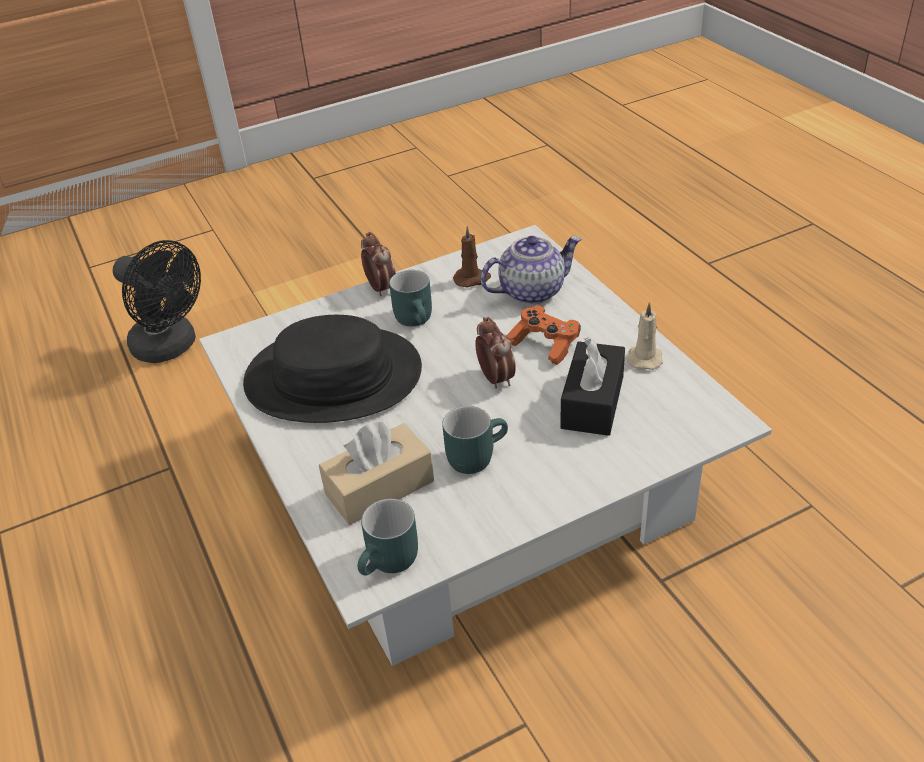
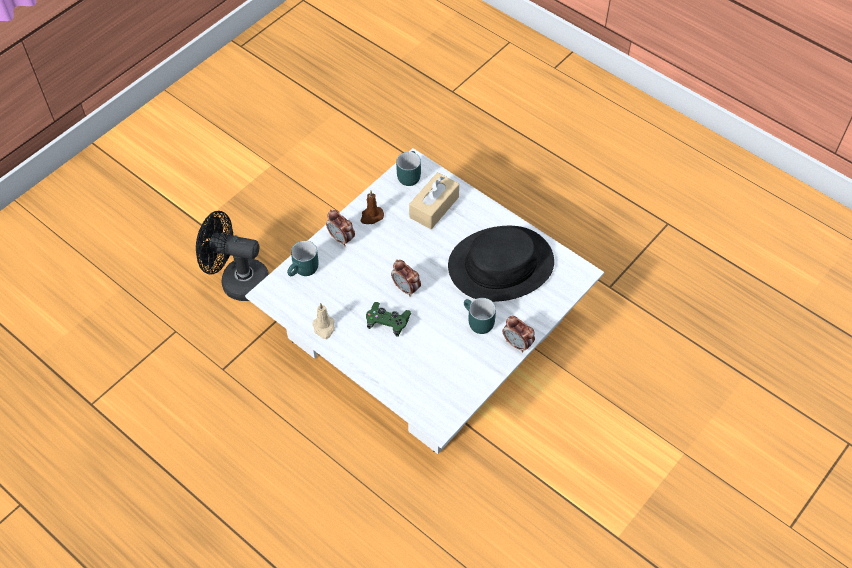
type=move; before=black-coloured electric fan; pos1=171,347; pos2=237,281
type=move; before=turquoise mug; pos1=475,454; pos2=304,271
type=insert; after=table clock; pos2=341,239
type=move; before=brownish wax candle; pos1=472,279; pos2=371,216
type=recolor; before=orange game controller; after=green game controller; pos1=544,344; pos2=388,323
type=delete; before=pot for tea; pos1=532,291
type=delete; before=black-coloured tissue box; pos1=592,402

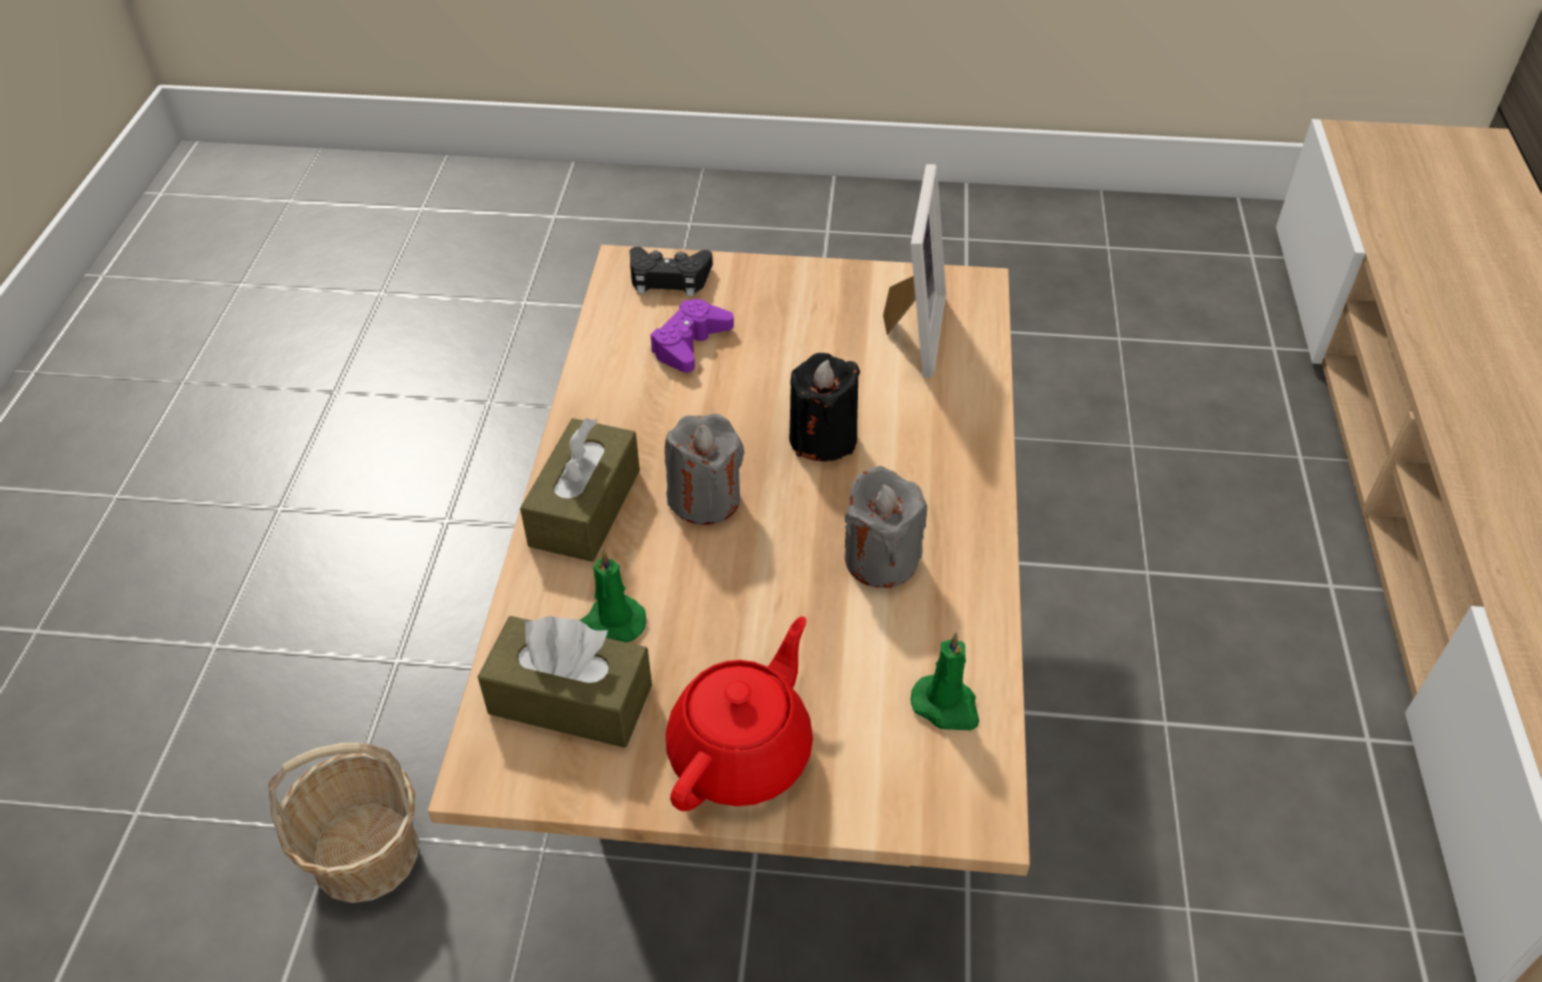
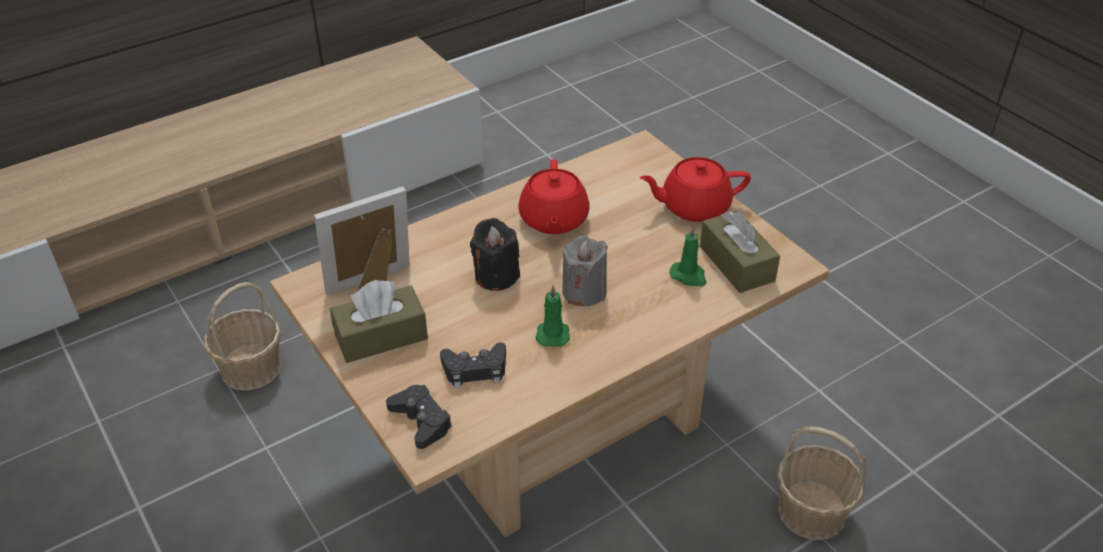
type=insert; after=household basket; pos2=250,368
type=move; before=brownish tissue box; pos1=585,507; pos2=381,336
type=recolor; before=purple game controller; after=black-coloured game controller; pos1=690,343; pos2=475,370
type=replace; before=greyish wax candle; after=reddish pot for tea; pos1=881,559; pos2=553,220
type=move; before=green wax candle; pos1=946,706; pos2=553,333

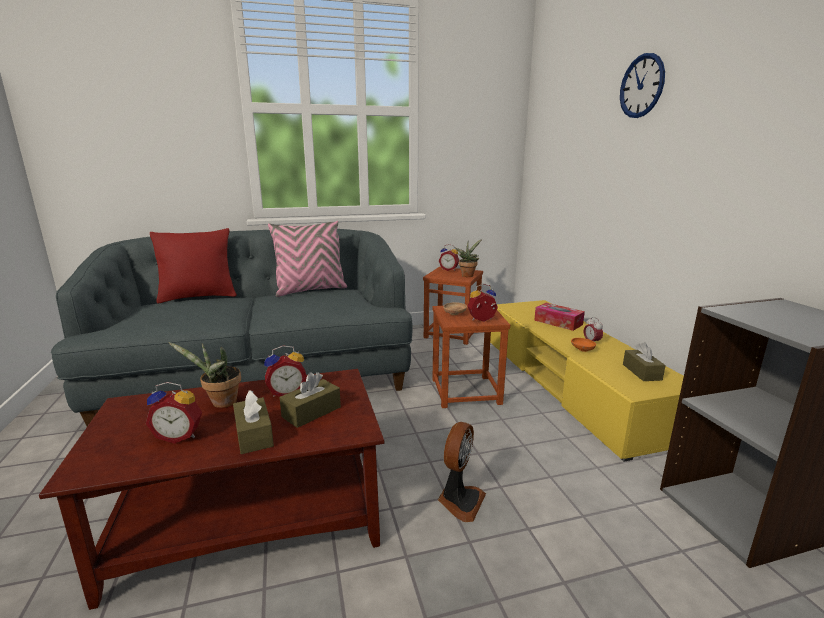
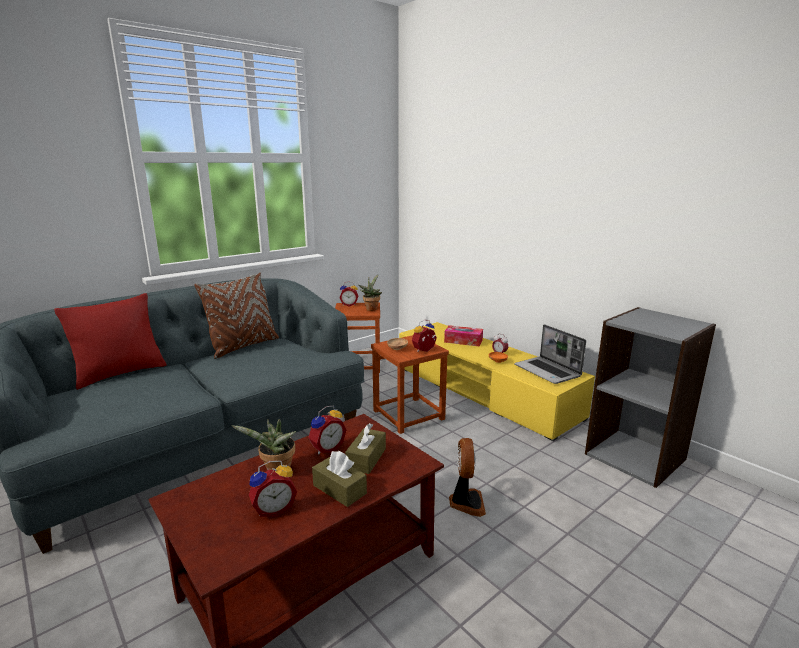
type=recolor; before=pink-coloured cushion; after=brownish cushion; pos1=310,290; pos2=243,346
type=replace; before=brownish tissue box; after=laptop; pos1=641,372; pos2=548,371
type=delete; before=wall clock; pos1=642,86

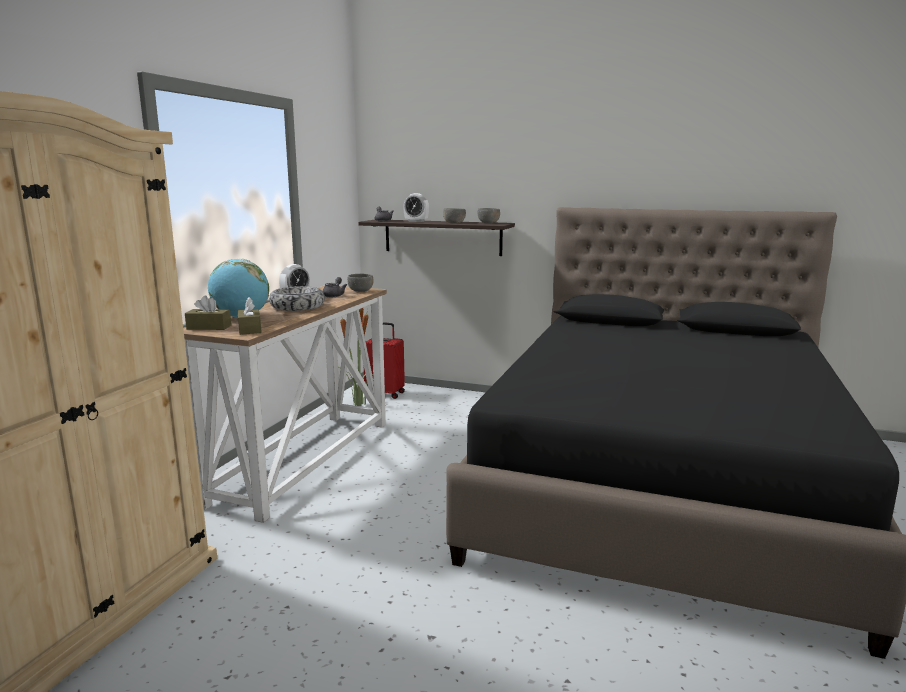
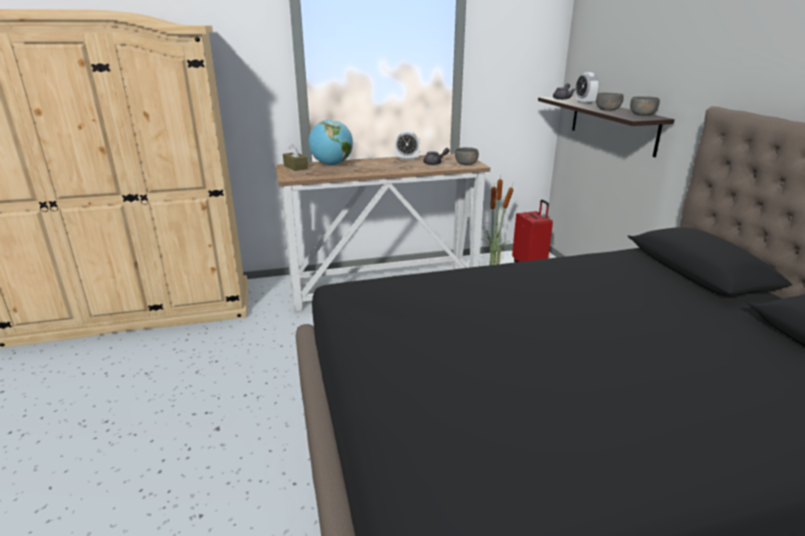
type=delete; before=brownish tissue box; pos1=250,329
type=delete; before=deep dish; pos1=297,307

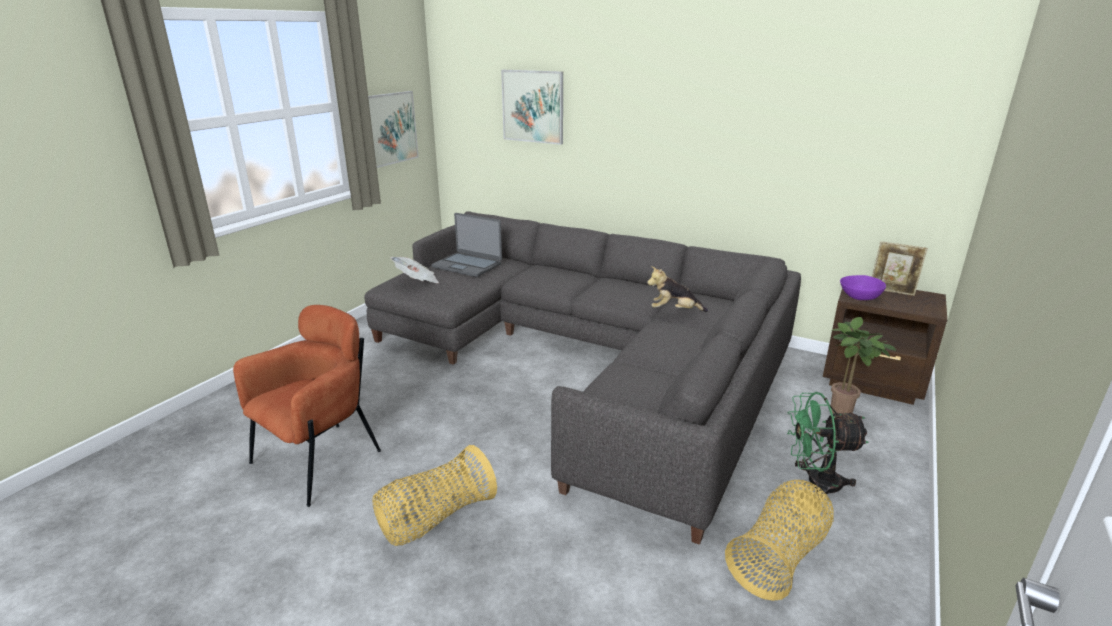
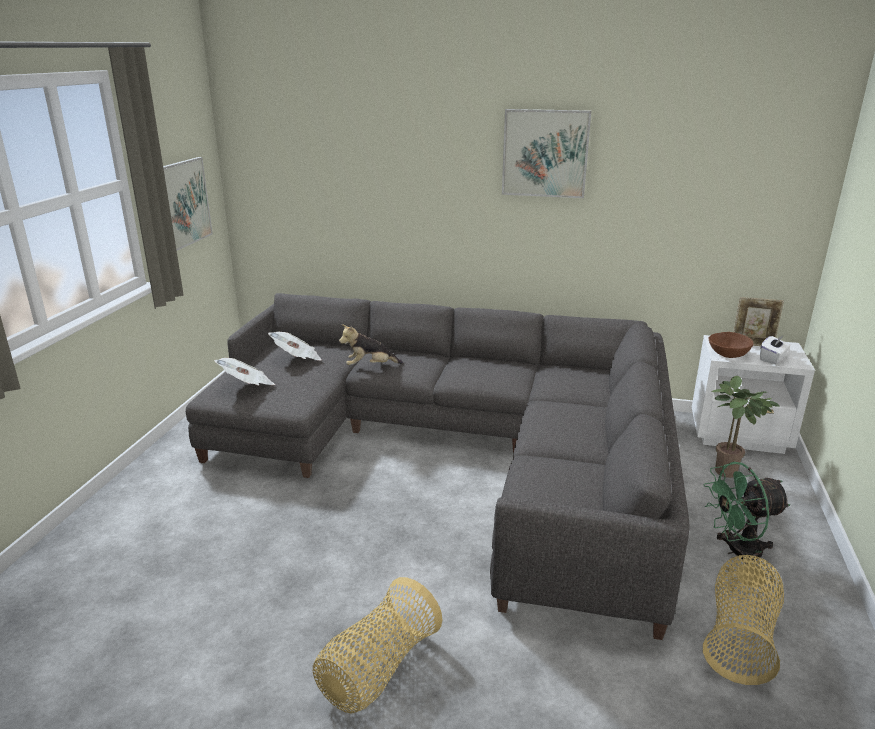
type=replace; before=laptop; after=newspaper; pos1=467,265; pos2=297,358
type=move; before=cuddly toy; pos1=674,311; pos2=370,366
type=move; before=wall picture; pos1=533,106; pos2=545,153
type=recolor; before=brownish night table; after=white-coloured night table; pos1=873,383; pos2=740,436
type=recolor; before=purple deep dish; after=brownish deep dish; pos1=859,297; pos2=728,354
type=insert; after=white-coloured tissue box; pos2=772,359
type=delete; before=brownish easy chair; pos1=320,460

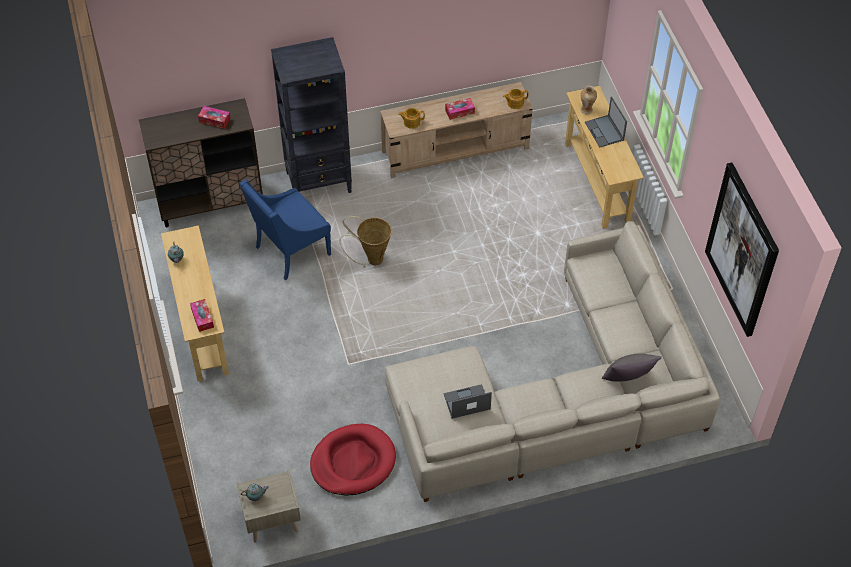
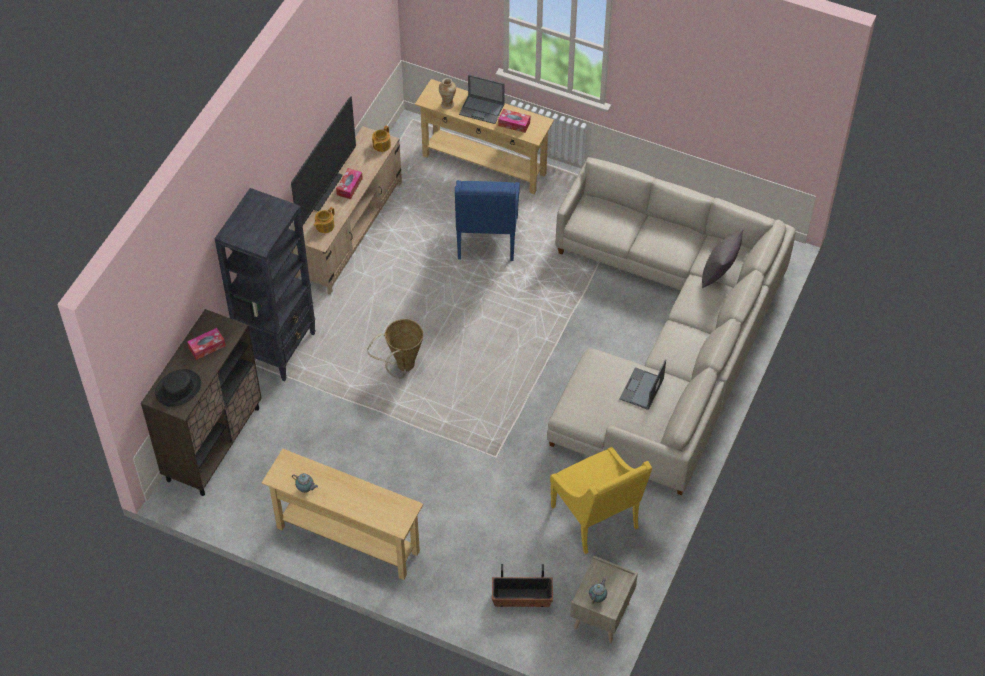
type=insert; after=black-coloured wearable hat; pos2=178,388
type=insert; after=television; pos2=326,191
type=move; before=blue-coloured easy chair; pos1=290,251; pos2=486,240
type=insert; after=planter; pos2=522,598
type=move; before=tissue box; pos1=202,318; pos2=514,124
type=replace; before=reddish pet bed; after=yellowish easy chair; pos1=353,462; pos2=597,519
type=delete; before=wall picture; pos1=742,250

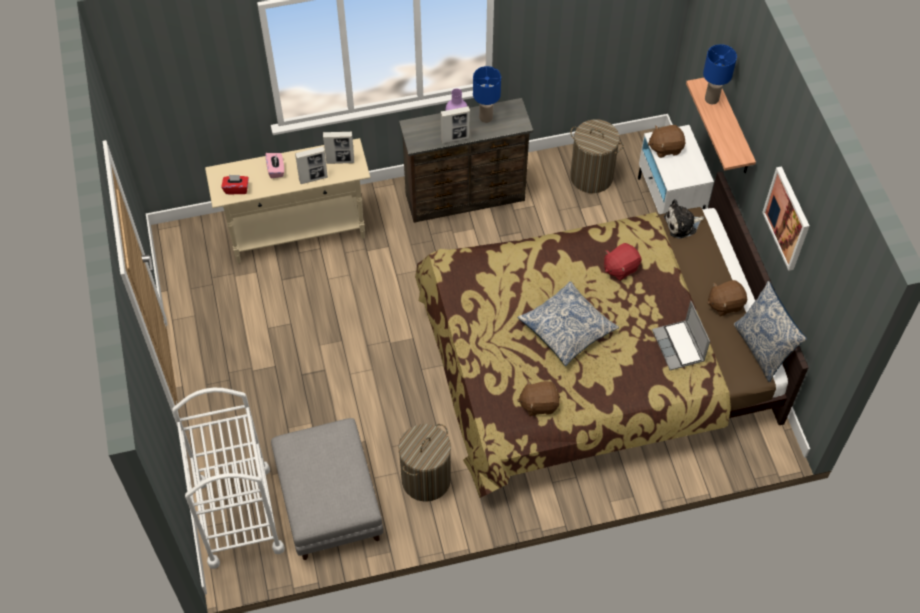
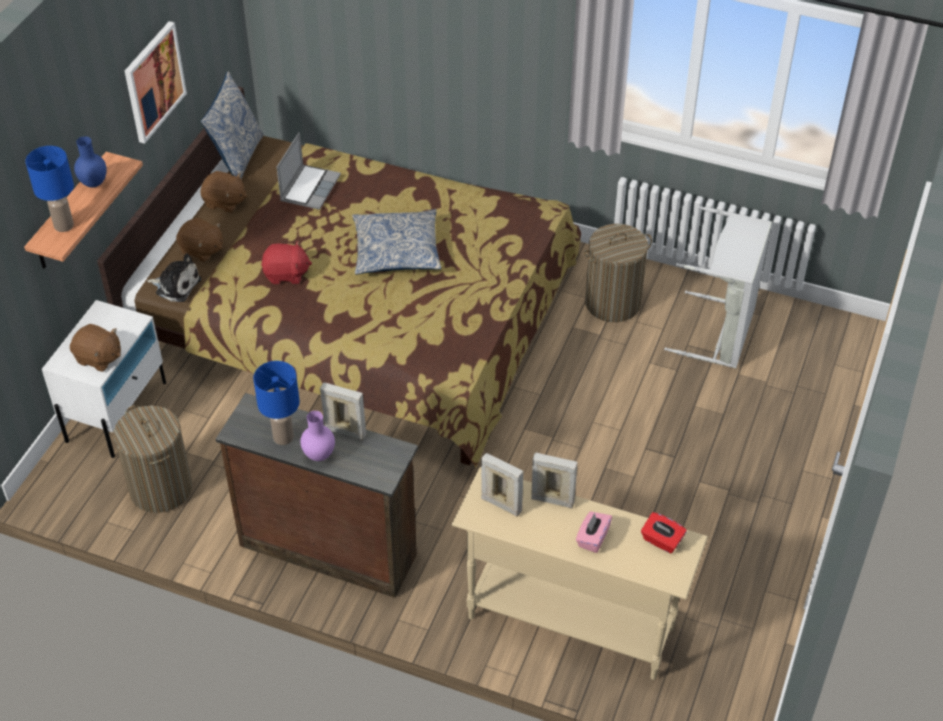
type=insert; after=blue-coloured decorative vase; pos2=93,184
type=move; before=brownish cuddly toy; pos1=539,404; pos2=202,250
type=replace; before=greyish ottoman; after=greyish washing basket; pos1=328,500; pos2=721,333
type=delete; before=white-coloured trolley; pos1=239,516

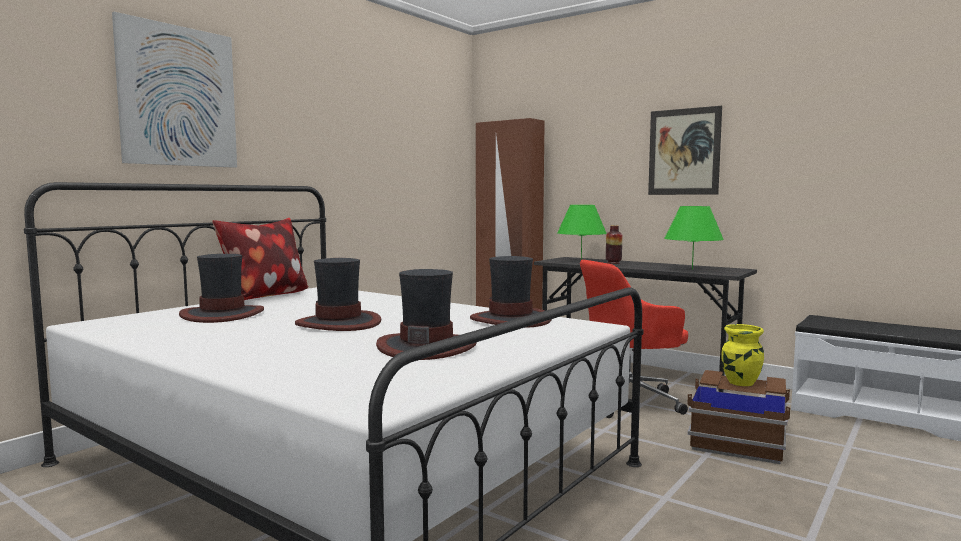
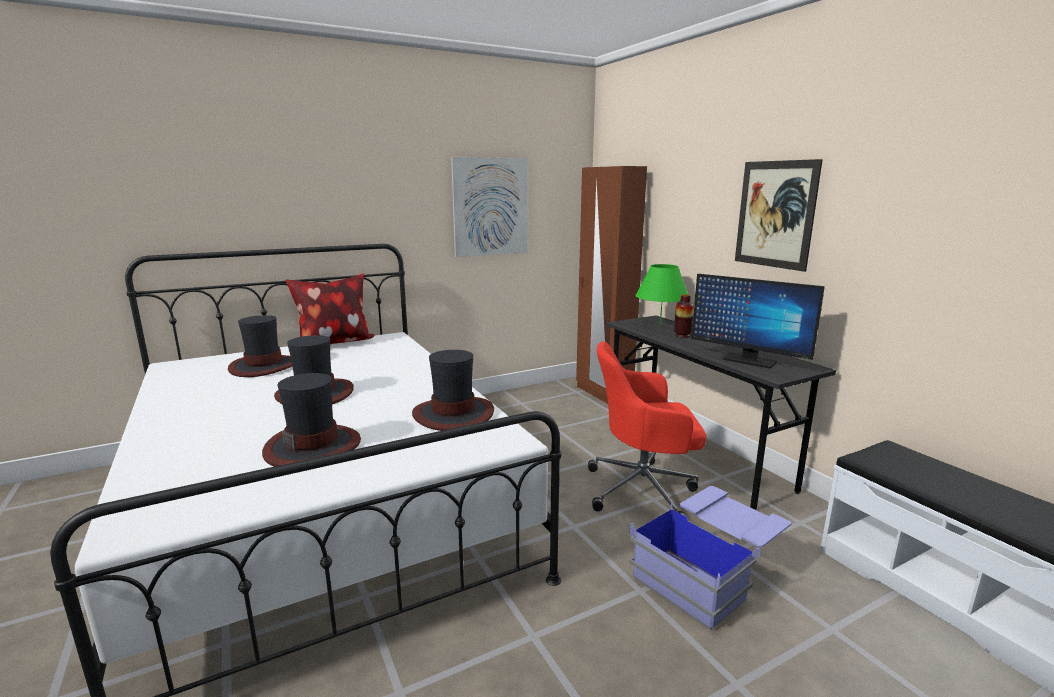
type=move; before=wall picture; pos1=178,96; pos2=490,207
type=recolor; before=brownish storage bin; after=blue-coloured storage bin; pos1=739,436; pos2=708,574
type=replace; before=green tabletop lamp; after=monitor; pos1=692,269; pos2=748,360
type=delete; before=yellowish decorative vase; pos1=740,383

